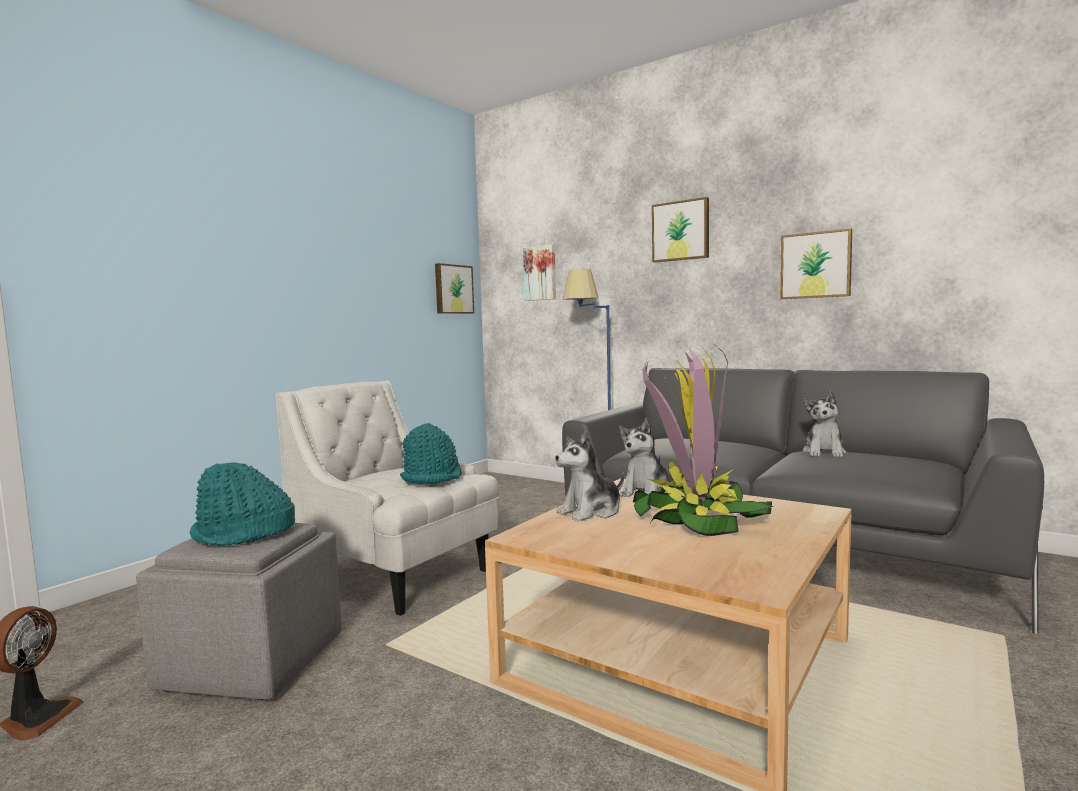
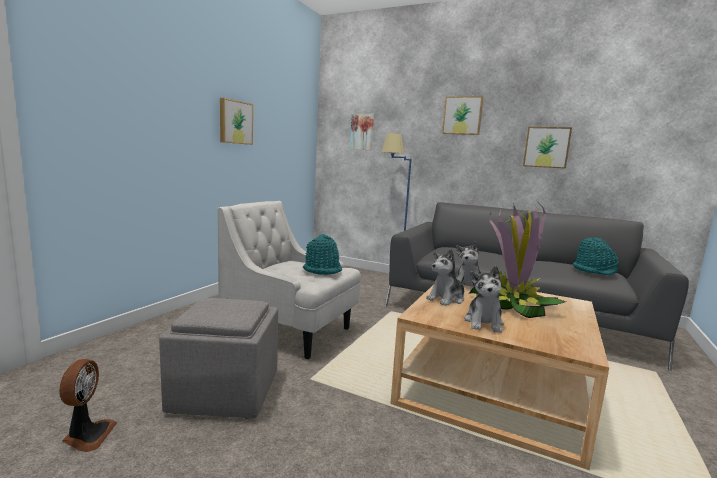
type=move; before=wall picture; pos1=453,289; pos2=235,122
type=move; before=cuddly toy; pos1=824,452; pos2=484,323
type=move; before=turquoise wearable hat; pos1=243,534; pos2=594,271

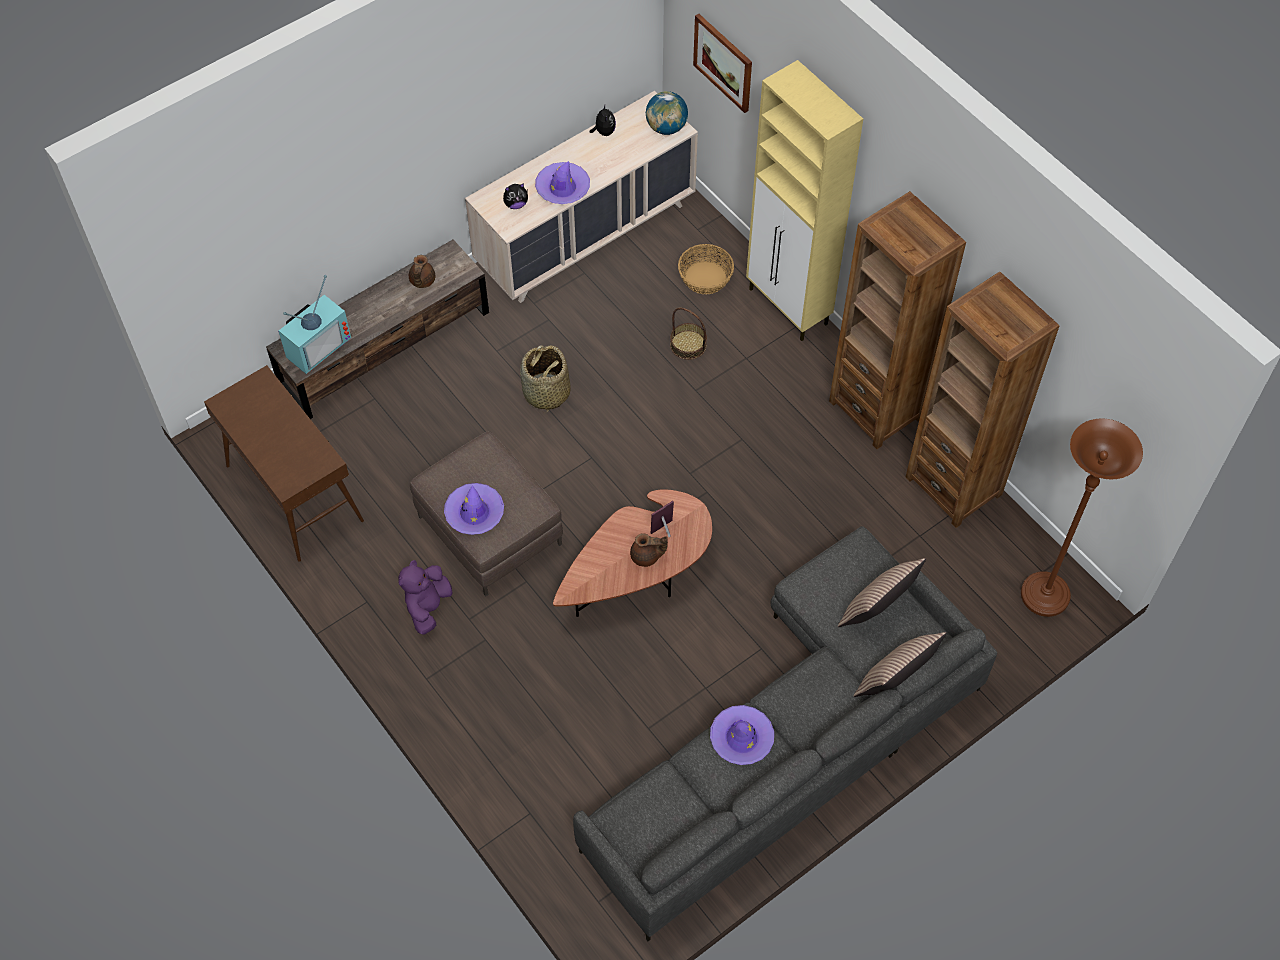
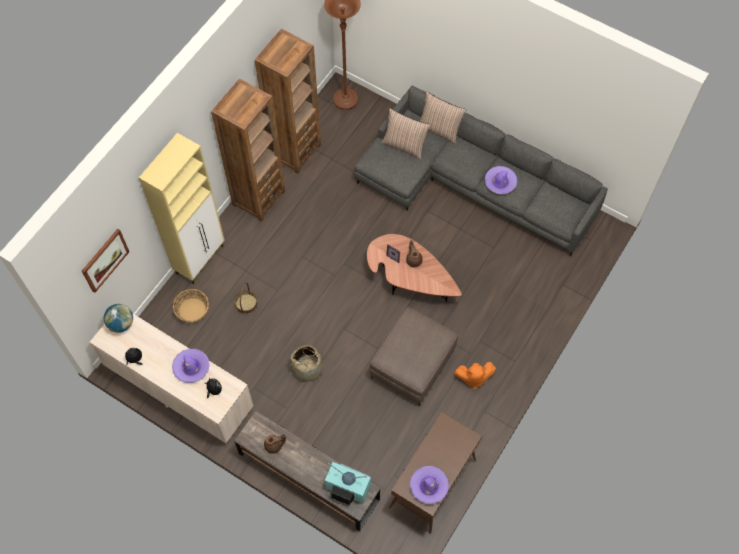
type=move; before=purple wearable hat; pos1=474,513; pos2=429,486
type=recolor; before=purple cuddly toy; after=orange cuddly toy; pos1=428,607; pos2=473,377

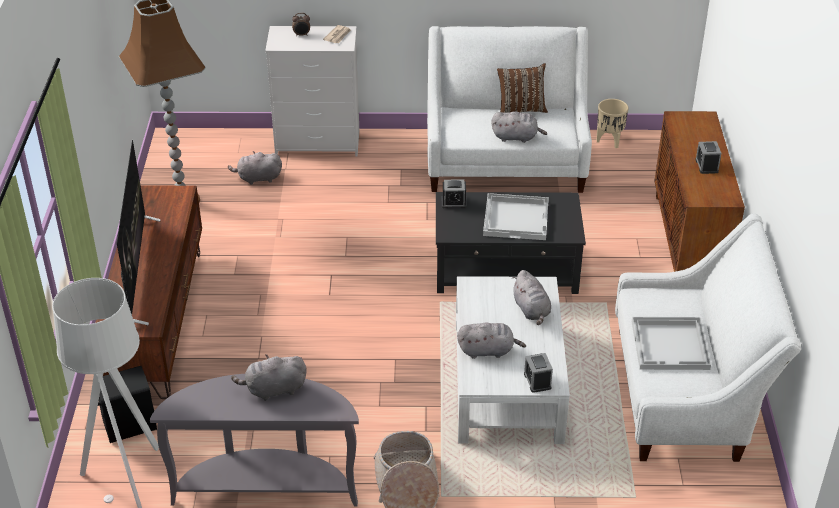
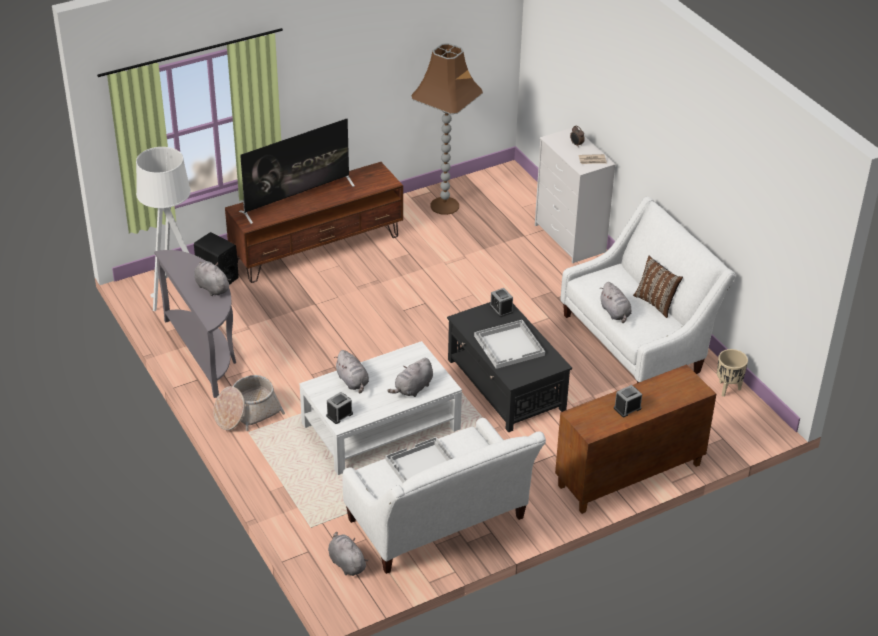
type=move; before=greyish cuddly toy; pos1=258,178; pos2=346,563

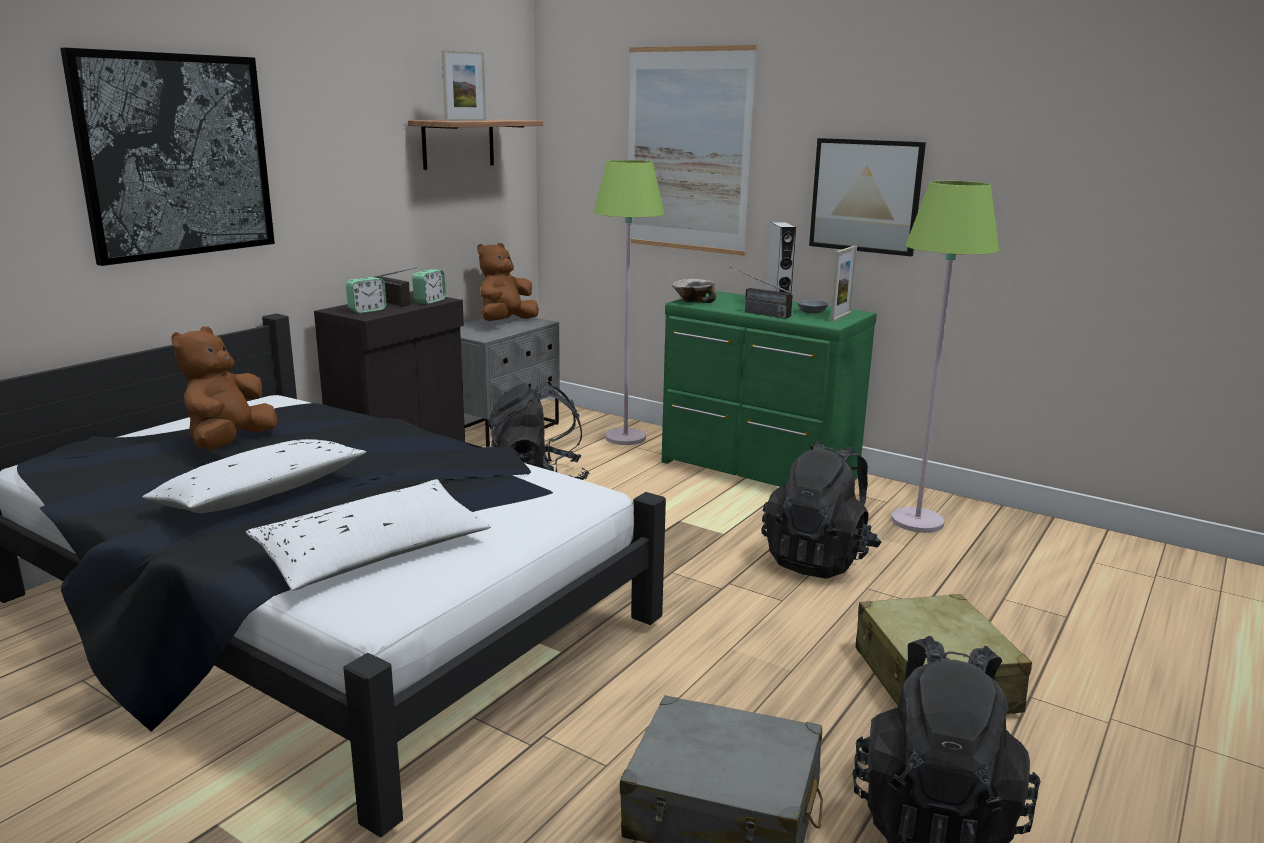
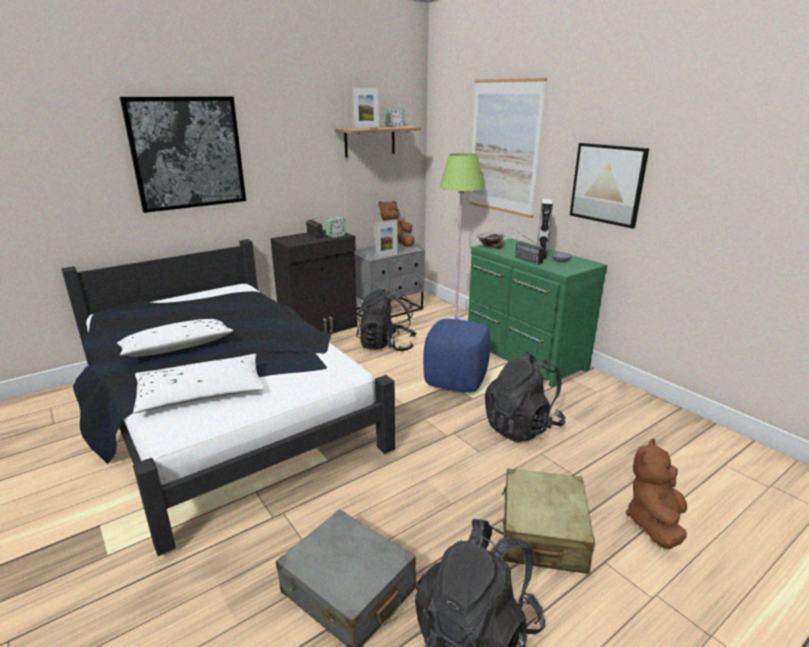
type=move; before=picture frame; pos1=840,317; pos2=386,256
type=move; before=table clock; pos1=367,310; pos2=394,126
type=insert; after=blue-coloured ottoman; pos2=455,381
type=move; before=brownish cuddly toy; pos1=229,443; pos2=654,523
type=delete; before=green standing lamp; pos1=917,521

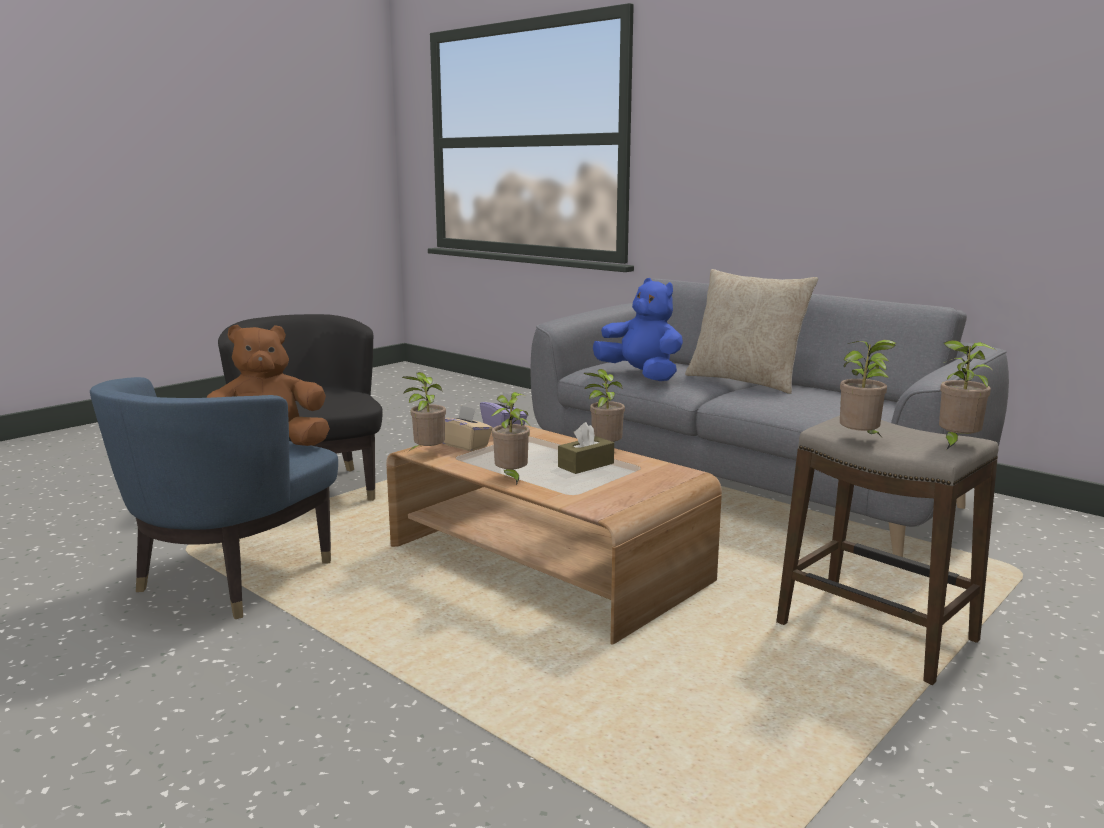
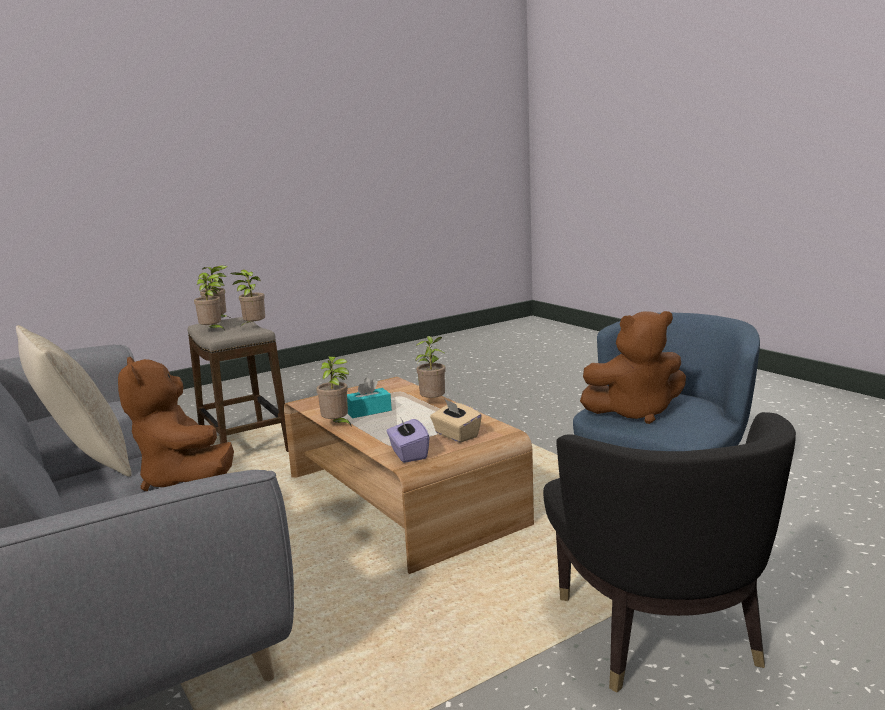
type=recolor; before=blue-coloured cuddly toy; after=brownish cuddly toy; pos1=641,375; pos2=184,480
type=move; before=plant in a pot; pos1=427,453; pos2=212,331
type=recolor; before=brownish tissue box; after=turquoise tissue box; pos1=586,465; pos2=368,411

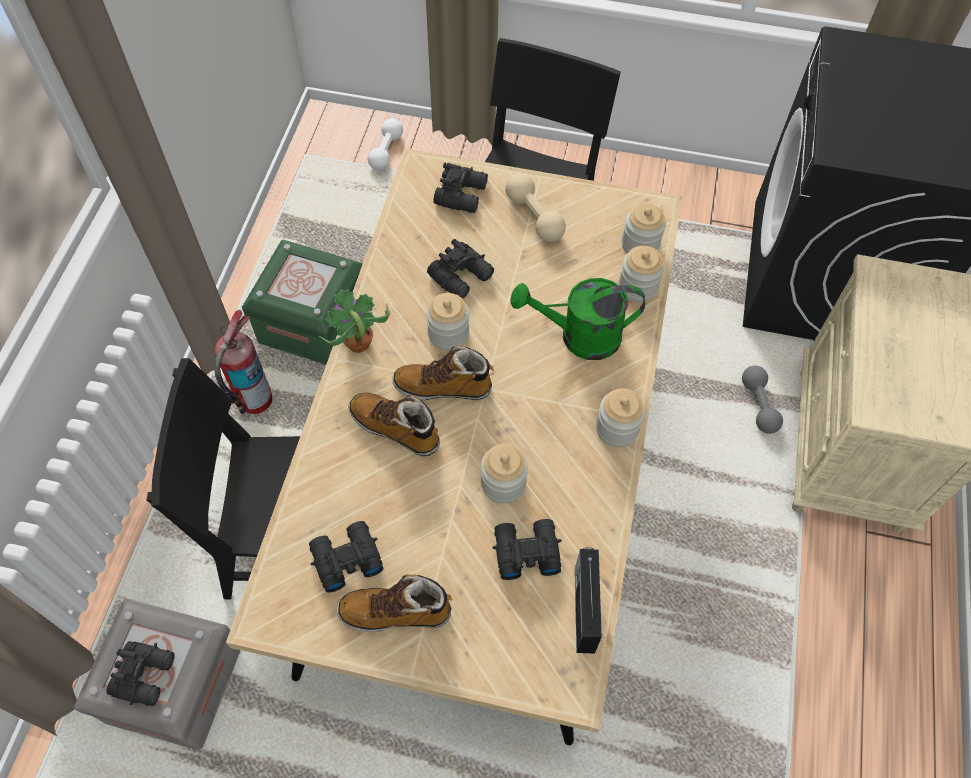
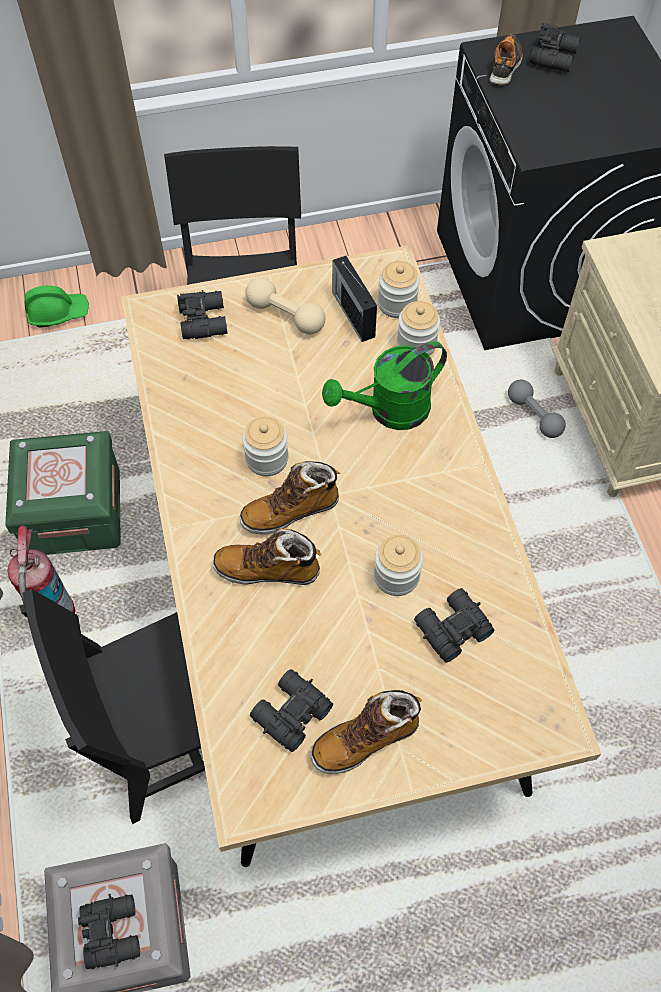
type=replace; before=white-coloured hand weight; after=green work helmet; pos1=386,151; pos2=58,313
type=move; before=radio receiver; pos1=584,608; pos2=353,313
type=insert; after=shoe; pos2=505,66
type=move; before=black-coloured pair of binoculars; pos1=462,276; pos2=555,57
type=delete; before=plant in a pot; pos1=358,344
type=delete; before=storage jar; pos1=617,428

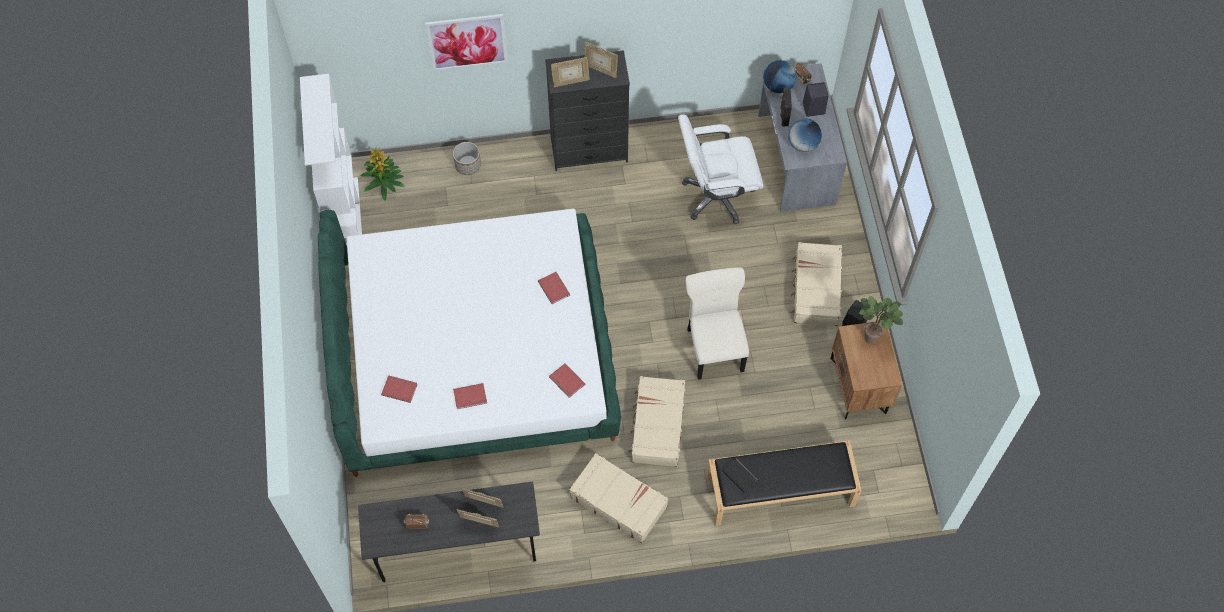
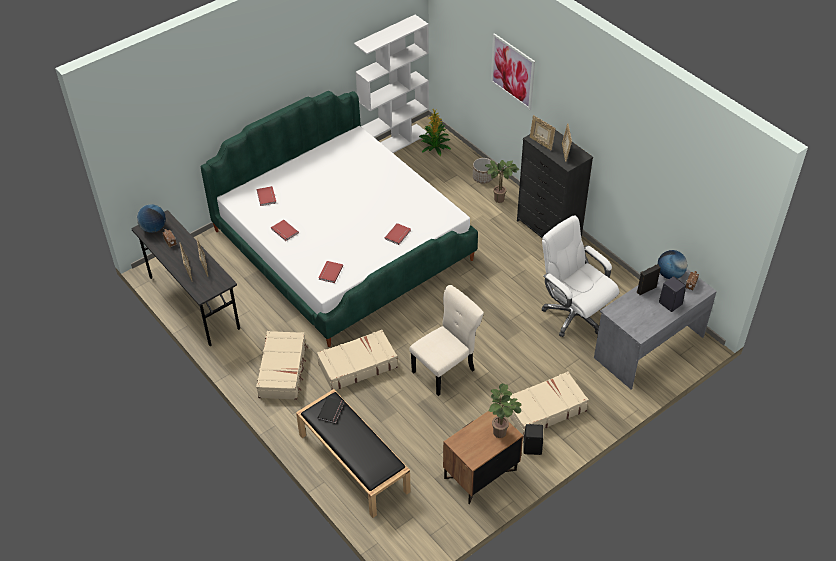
type=move; before=globe; pos1=802,144; pos2=153,228
type=insert; after=plant in a pot; pos2=501,198

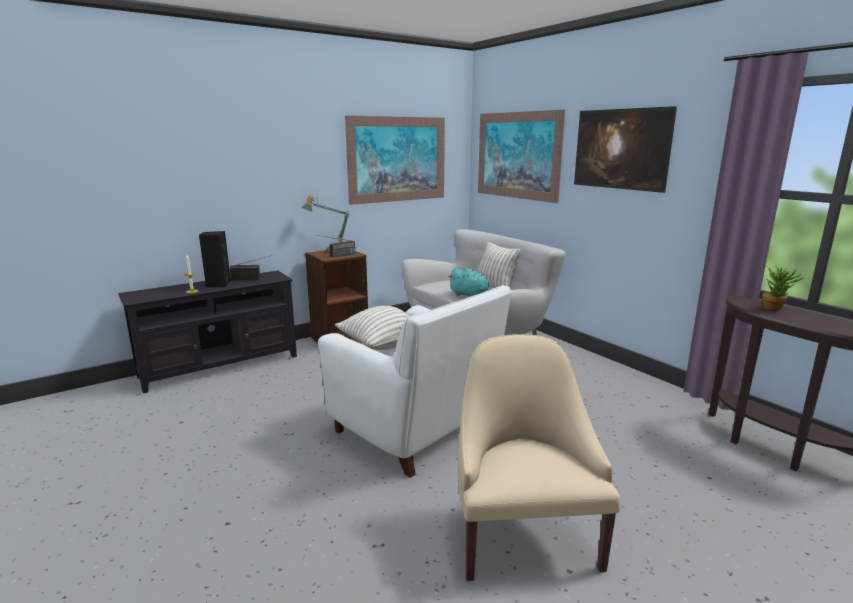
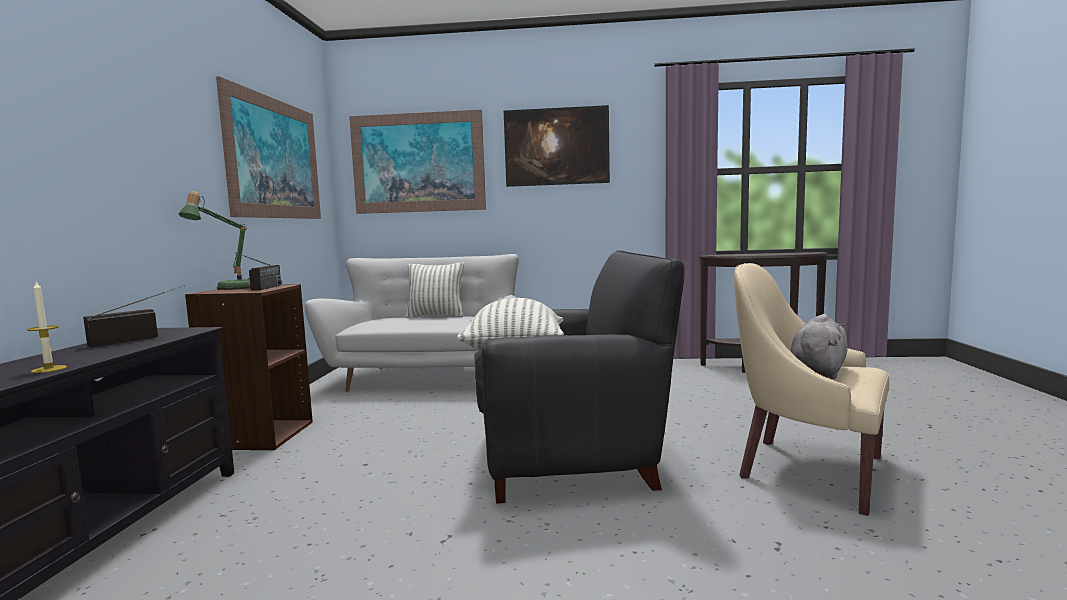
type=recolor; before=white-coloured easy chair; after=black-coloured easy chair; pos1=415,430; pos2=569,459
type=insert; after=greyish cuddly toy; pos2=818,371
type=delete; before=black-coloured audio speaker; pos1=218,284
type=delete; before=turquoise cuddly toy; pos1=470,295
type=delete; before=plant in a pot; pos1=775,308

